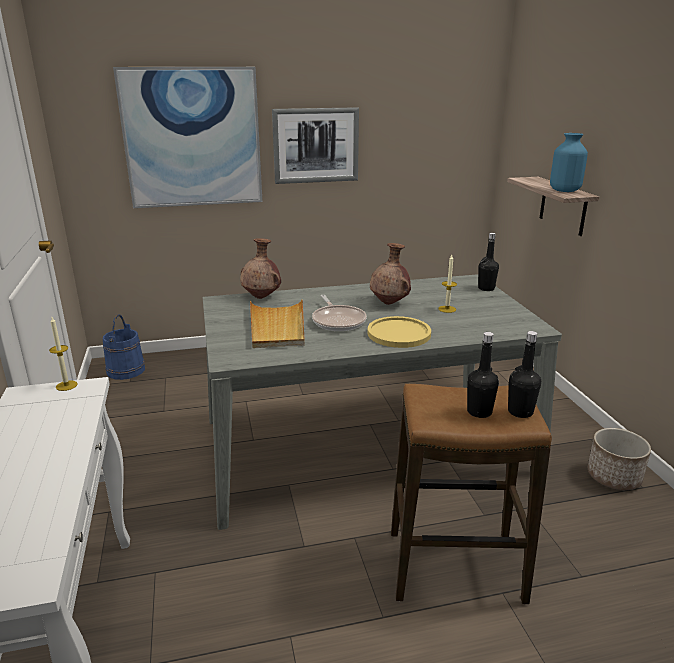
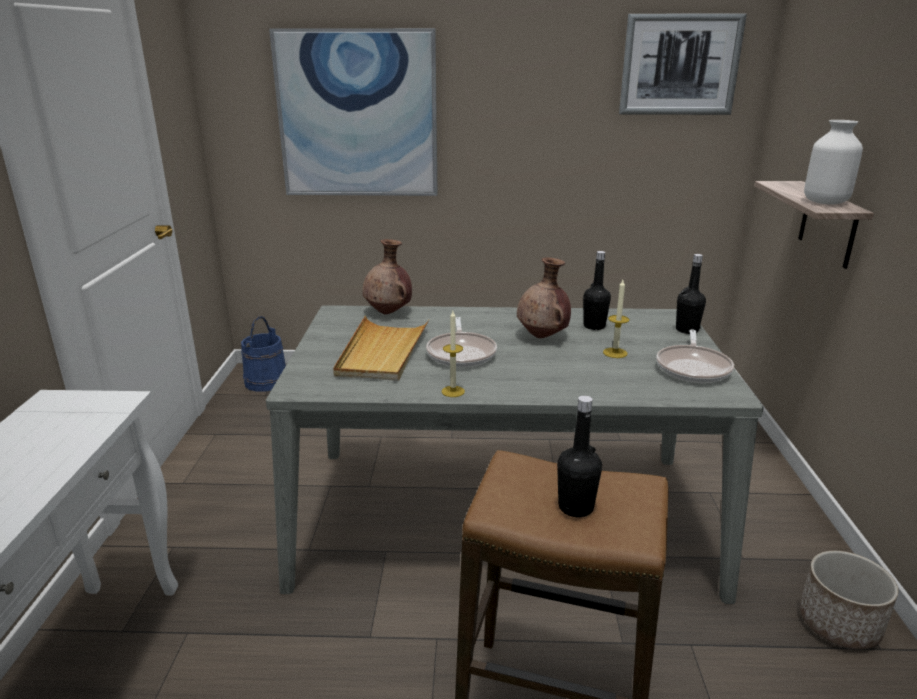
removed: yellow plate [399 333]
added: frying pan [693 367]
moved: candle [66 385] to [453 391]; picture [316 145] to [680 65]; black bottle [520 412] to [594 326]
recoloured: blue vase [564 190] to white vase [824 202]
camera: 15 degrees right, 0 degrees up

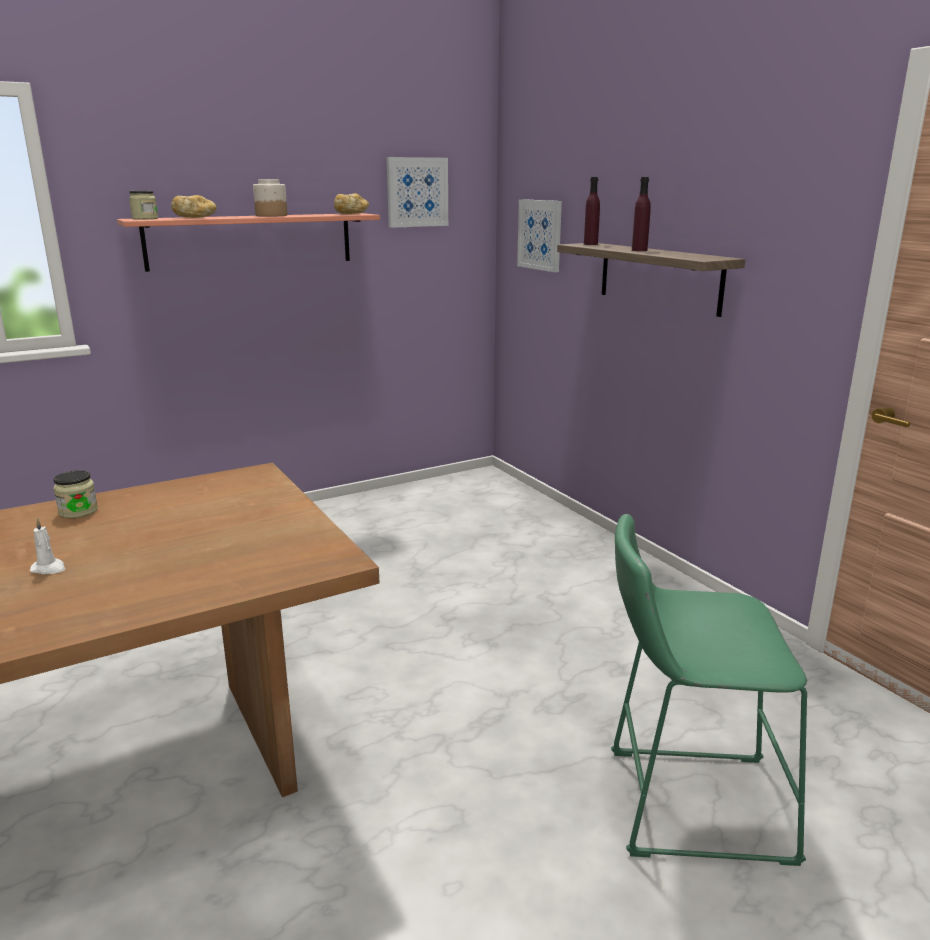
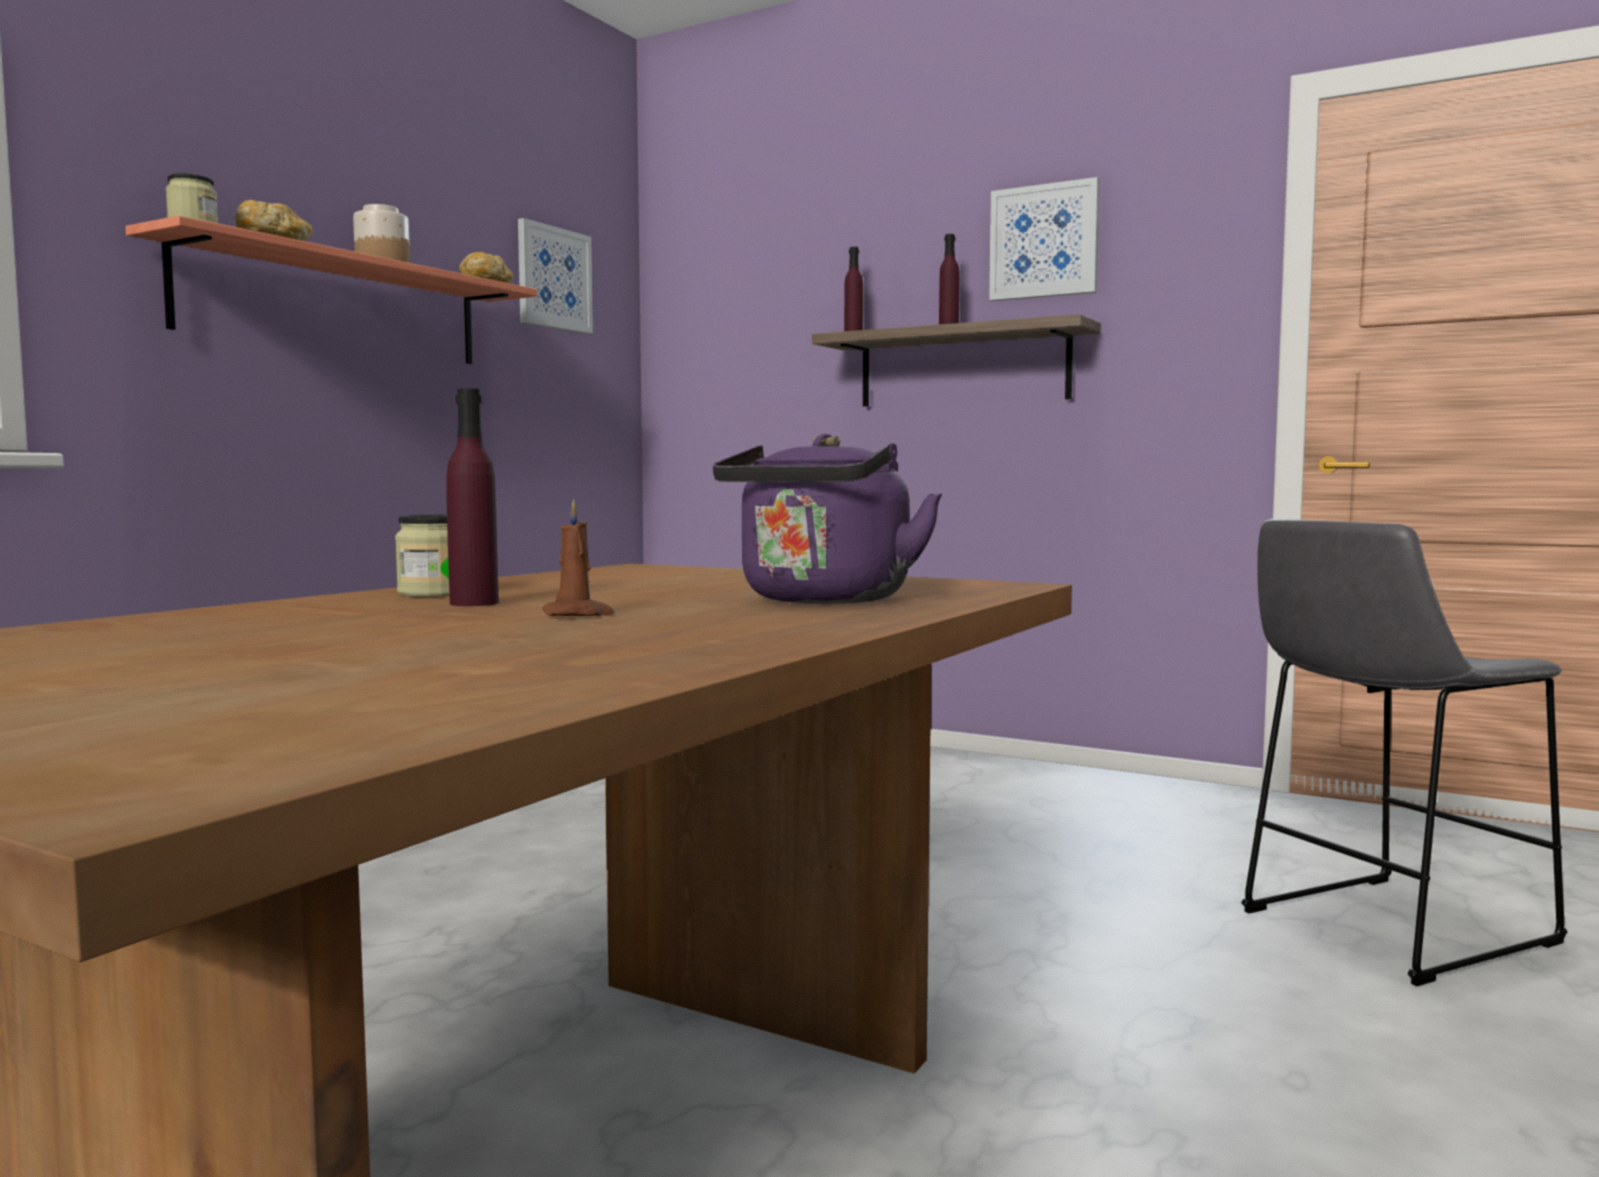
added: purple bottle [474 603]; purple kettle [822 600]
moved: picture [540 235] to [1044 241]
recoloured: white candle [49 569] to brown candle [579 615]; green stool [686 802] to grey stool [1384 929]
camera: 30 degrees left, 15 degrees down

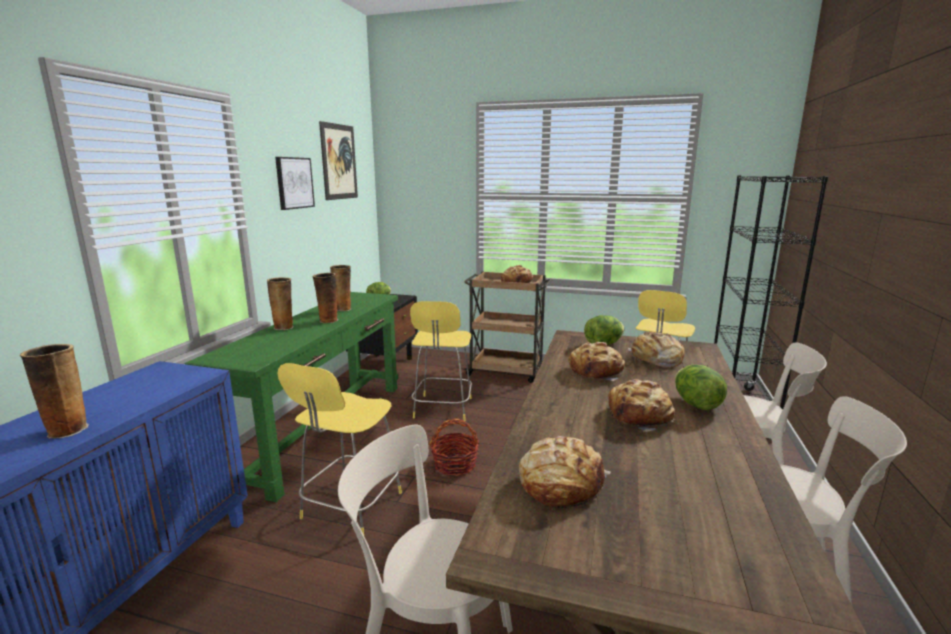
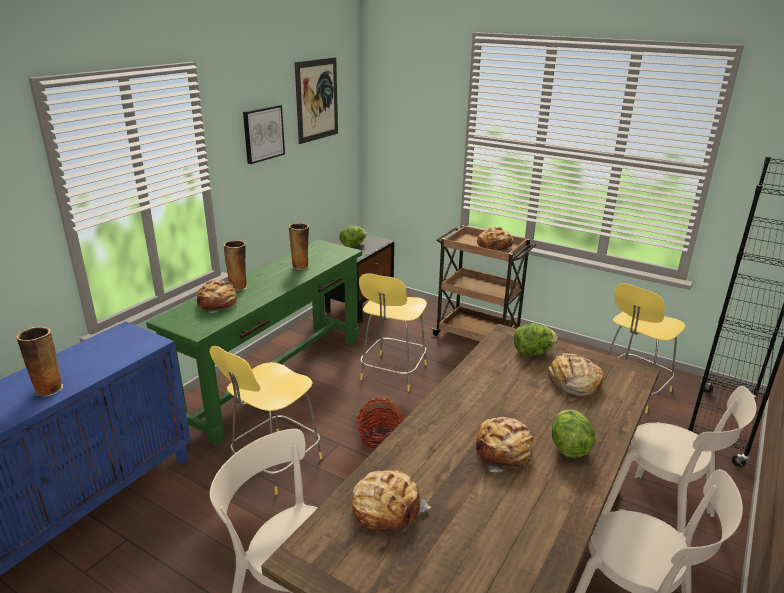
removed: vase [328 321]
moved: bread [596 371] to [218 303]
camera: 15 degrees right, 10 degrees up

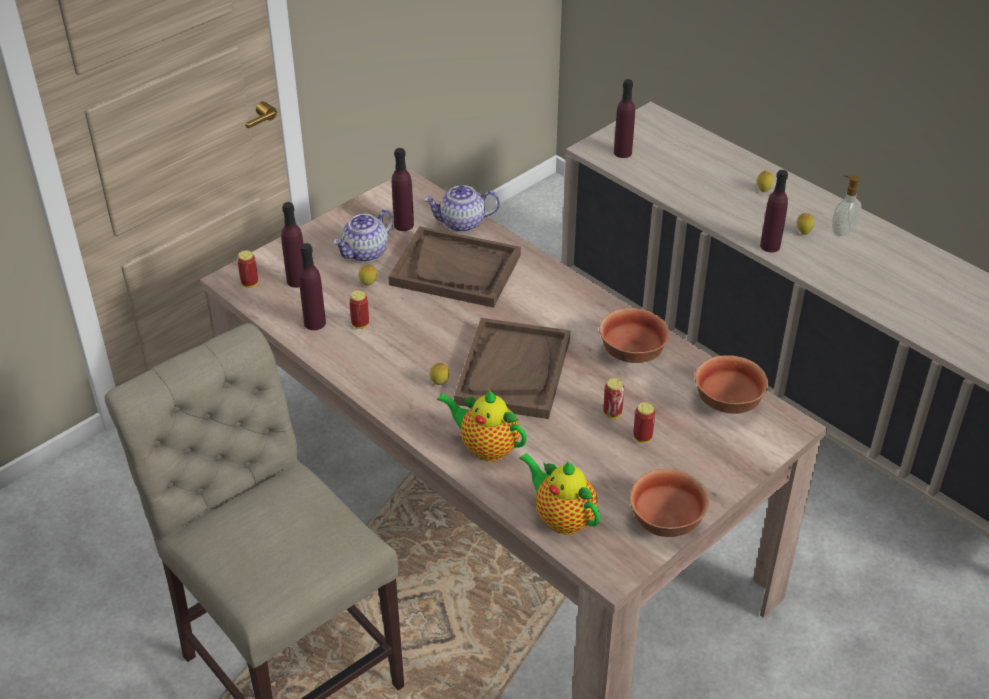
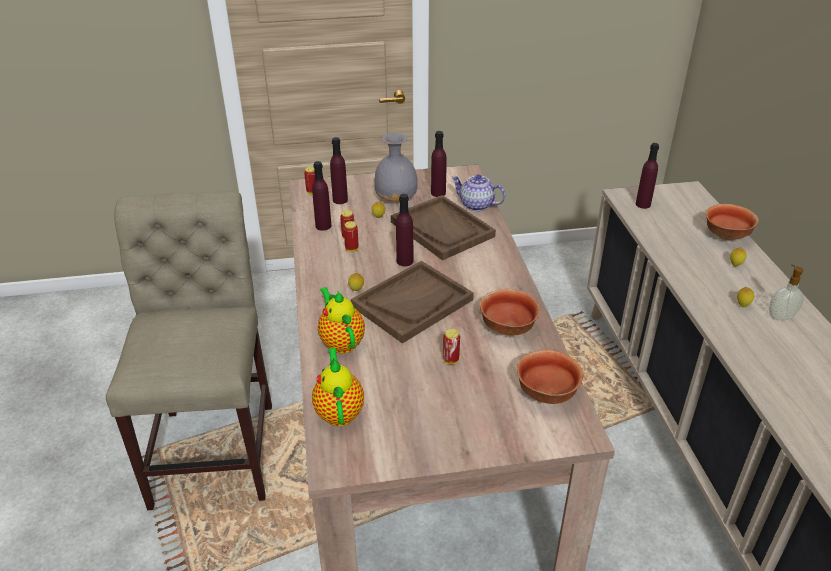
moved: bowl [667 523] to [726 236]; can [642 437] to [351 249]; purple bottle [770 246] to [405 261]
replaced: teapot [365 253] to grey vase [397 200]
camera: 35 degrees right, 5 degrees down

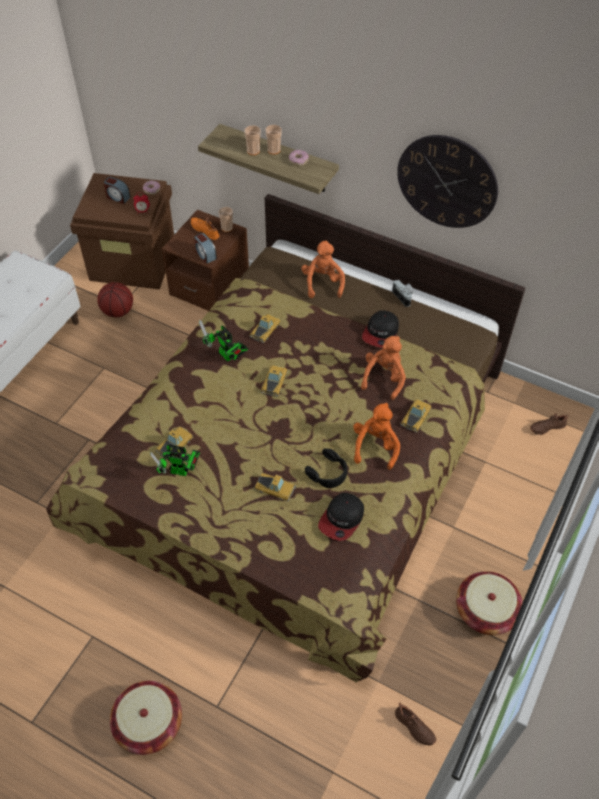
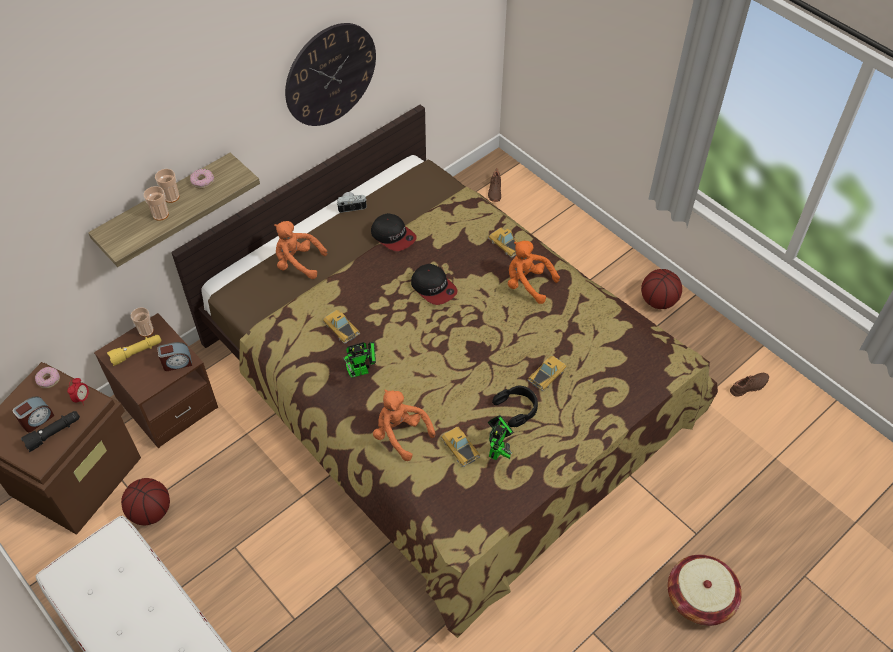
removed: toy car [274 382]
added: black flashlight [54 433]
moved: black headphones [328 472] to [517 408]; cap [342 519] to [434 288]; orange plush toy [384 378] to [400 434]
replaced: orange shoe [205 230] to yellow flashlight [137 352]; basket [485 611] to basketball [658 301]
camera: 70 degrees left, 0 degrees up

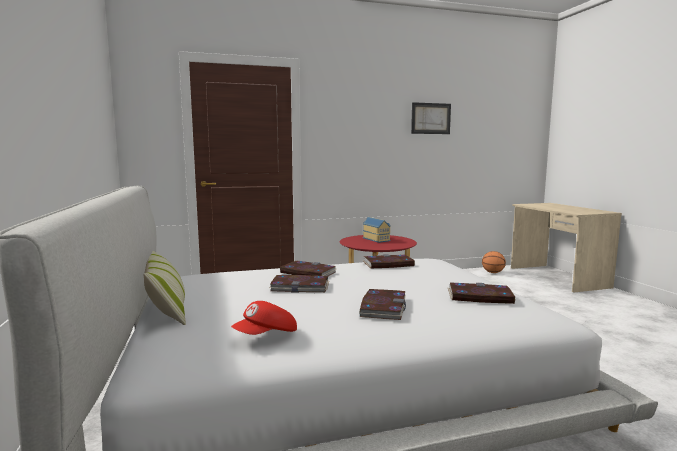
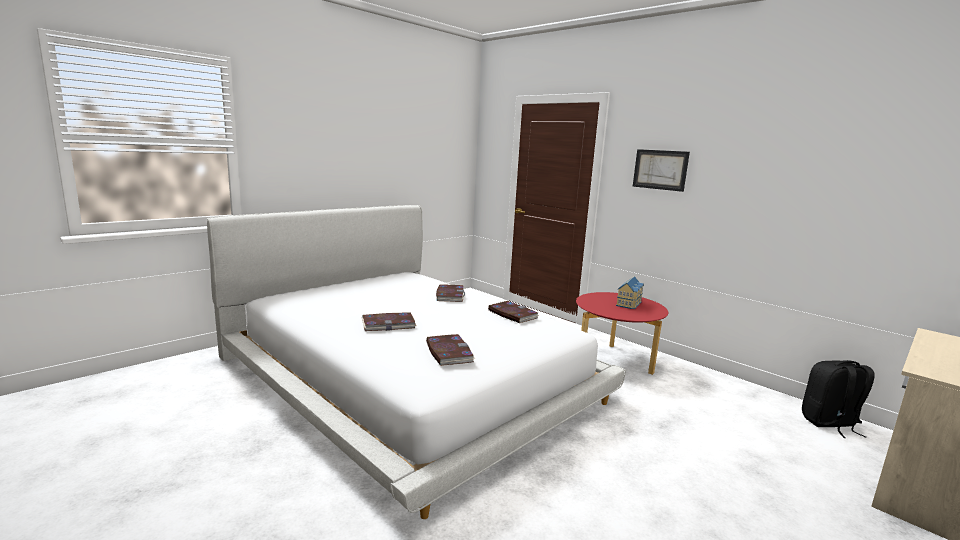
removed: pillow [166 306]; red cap [266 336]; book [300 286]
moved: picture [430 118] to [660 169]
replaced: basketball [493 273] to black backpack [830 424]
camera: 60 degrees right, 5 degrees up

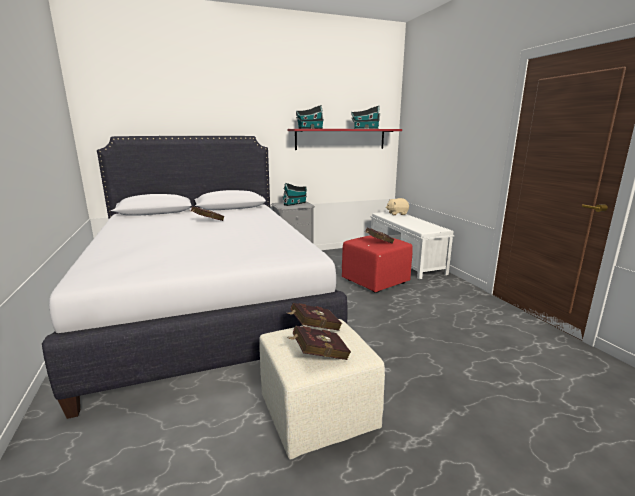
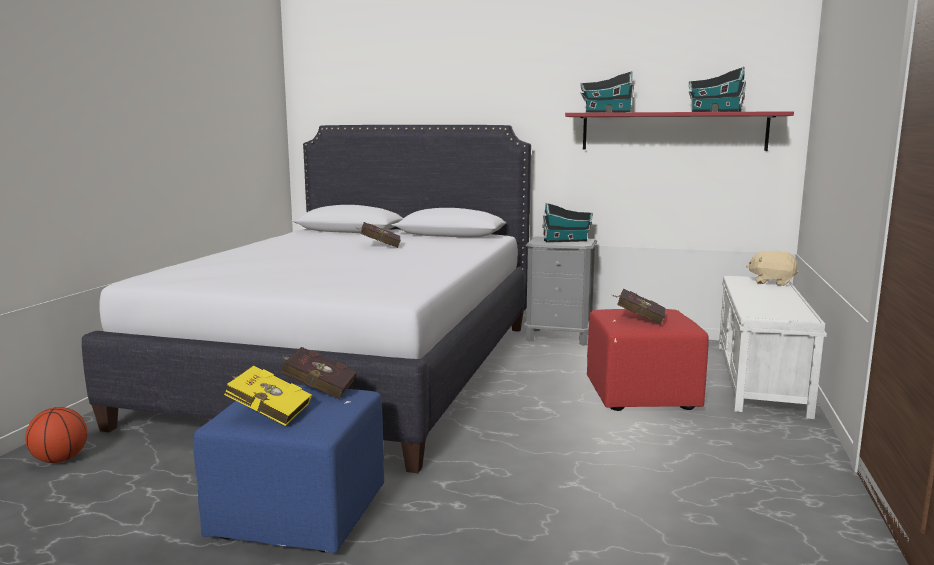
added: basketball [60 460]
recoloured: beige ottoman [319 413] to blue ottoman [301 515]; red book [318 355] to yellow book [267 413]
camera: 35 degrees right, 5 degrees down

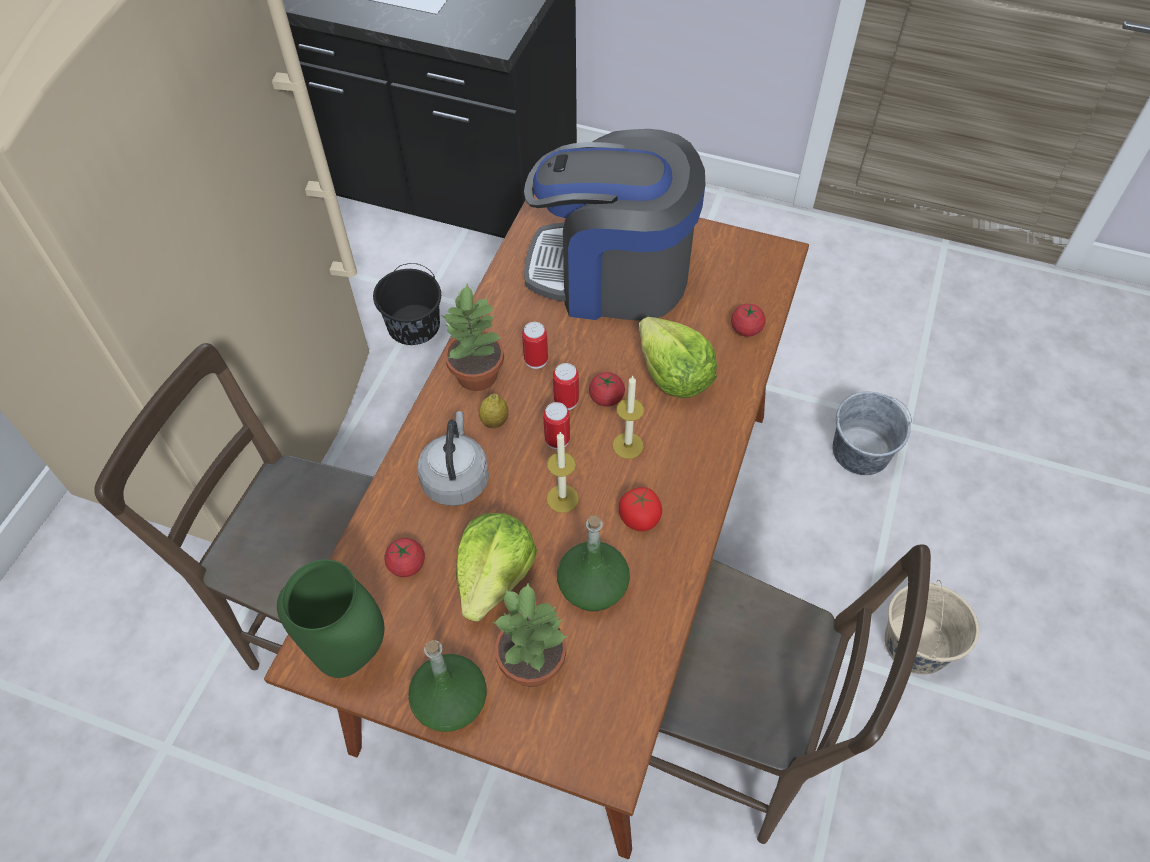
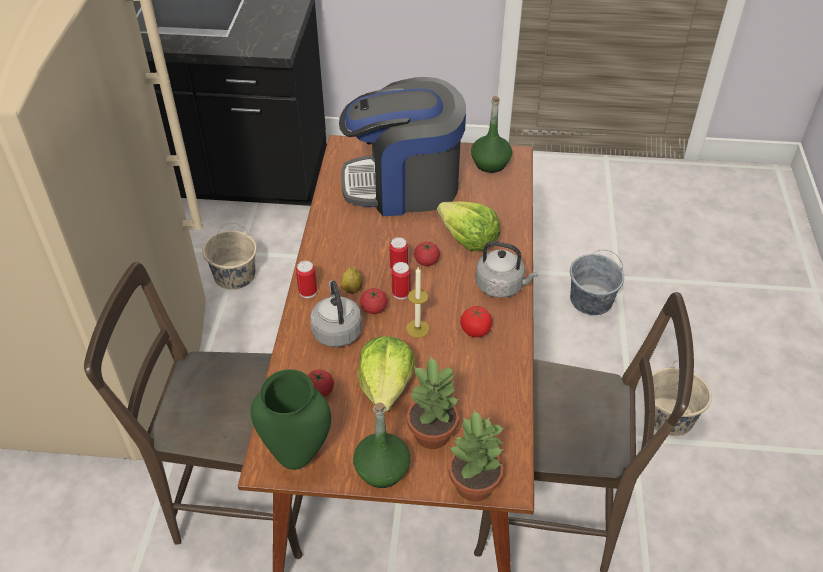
removed: candle [628 445]
added: grey kettle [502 286]
moved: potted plant [476 376] to [474 486]; can [536 359] to [308 291]; green bottle [593 586] to [490 163]; tomato [746 329] to [374 308]
recoloured: black bucket [413 326] to beige bucket [234 275]
camera: 15 degrees left, 10 degrees down

